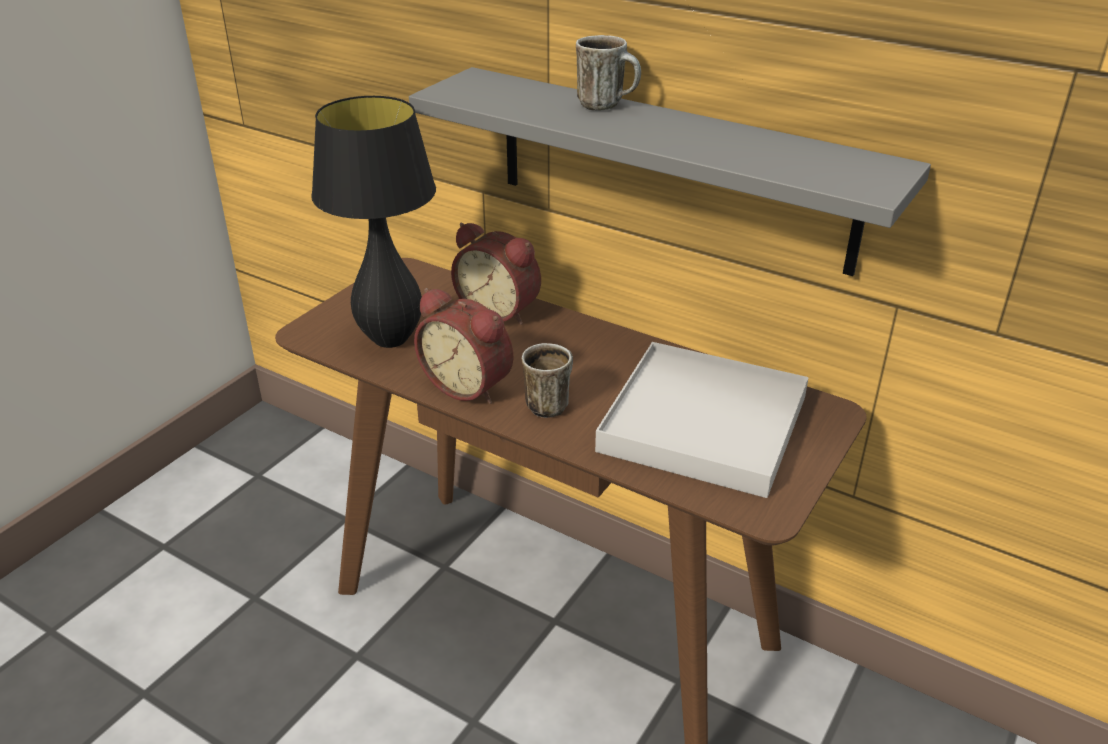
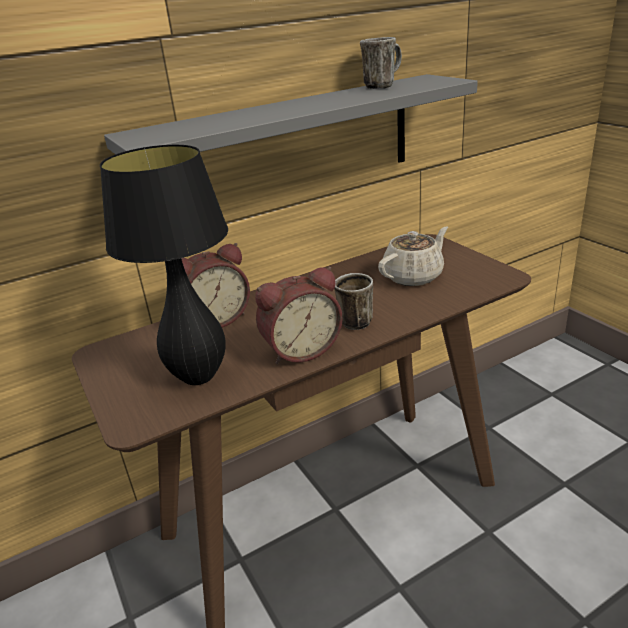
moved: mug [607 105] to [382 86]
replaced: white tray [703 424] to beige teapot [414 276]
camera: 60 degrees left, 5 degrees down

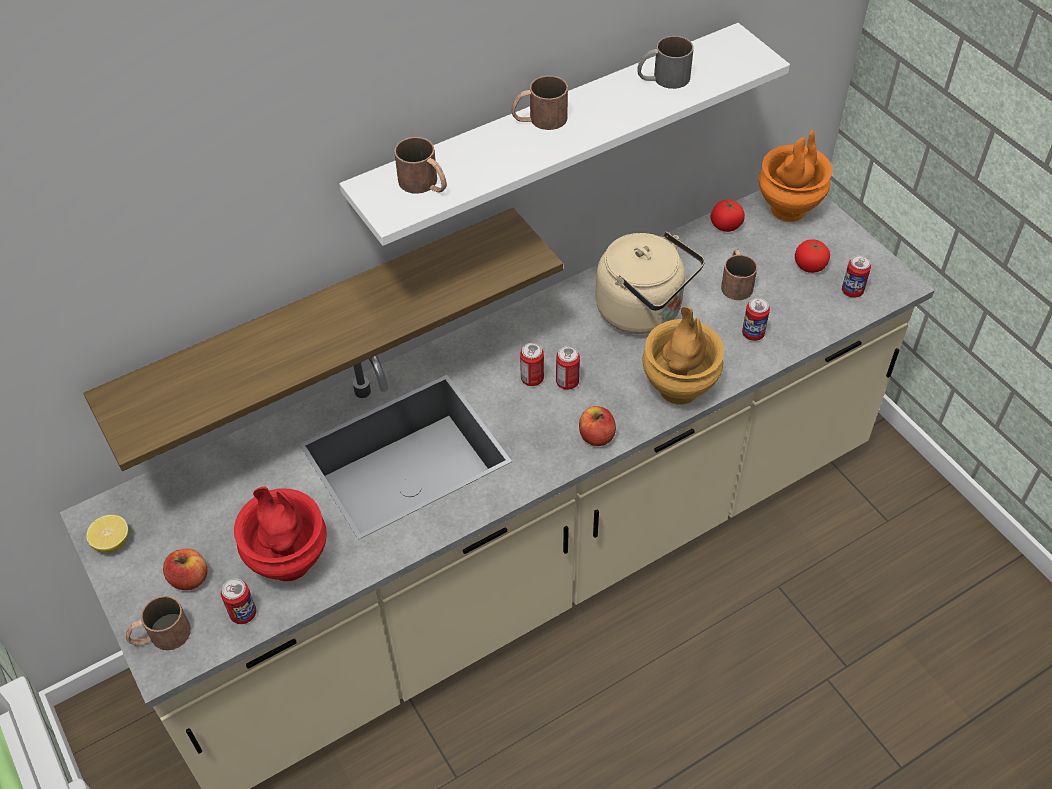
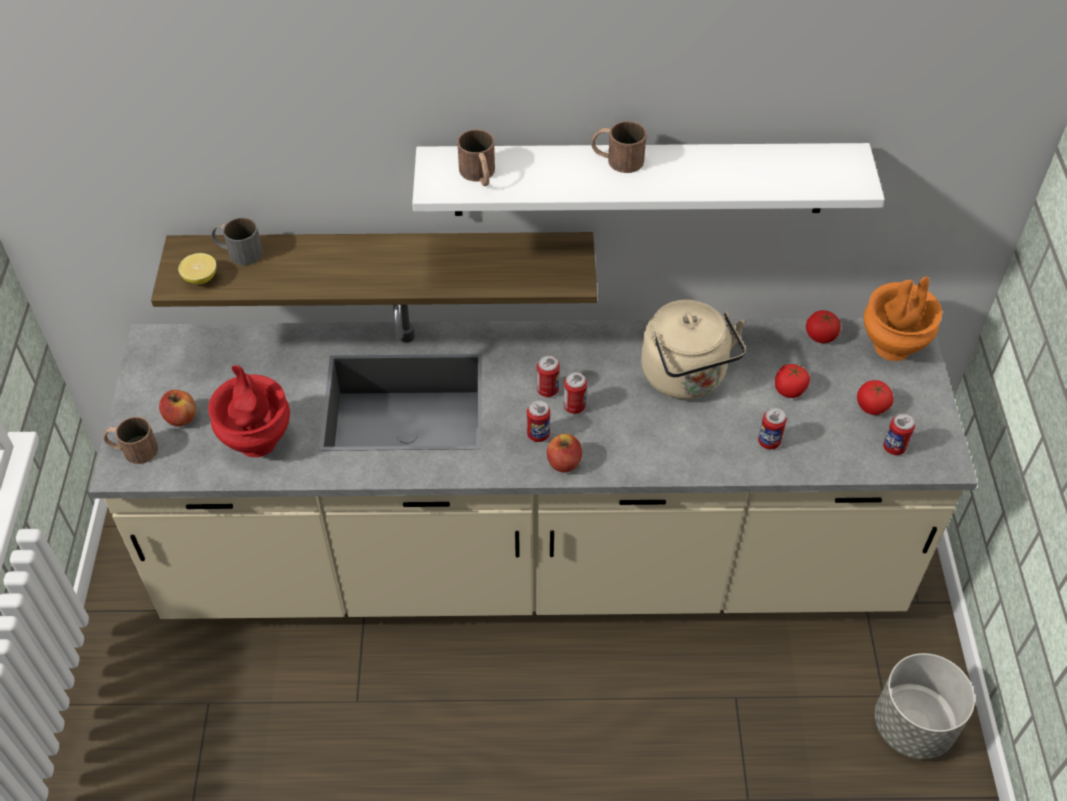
removed: brown vase [679 389]
added: grey planter [913 726]
moved: lemon [112 542] to [201 278]; can [243 613] to [538 434]; grey mug [662 78] to [237 251]
replaced: brown mug [736 282] to tomato [789 390]
camera: 30 degrees right, 0 degrees up

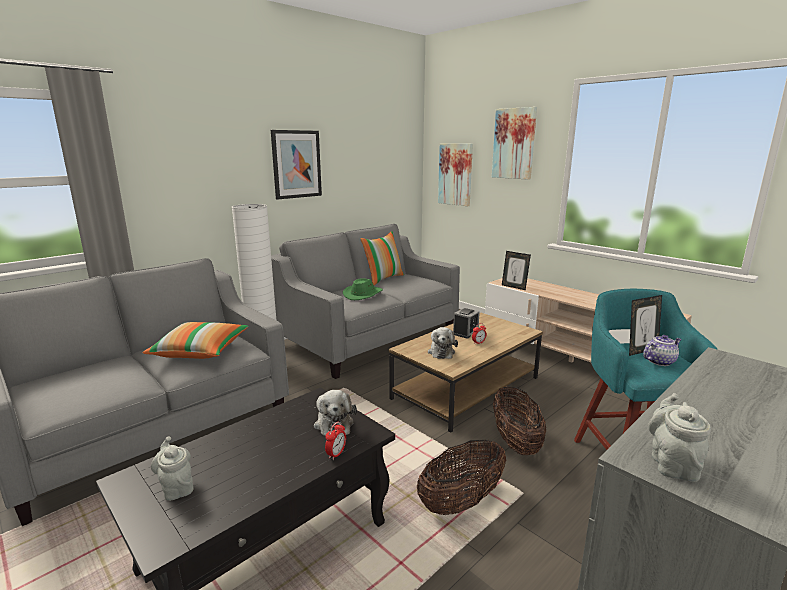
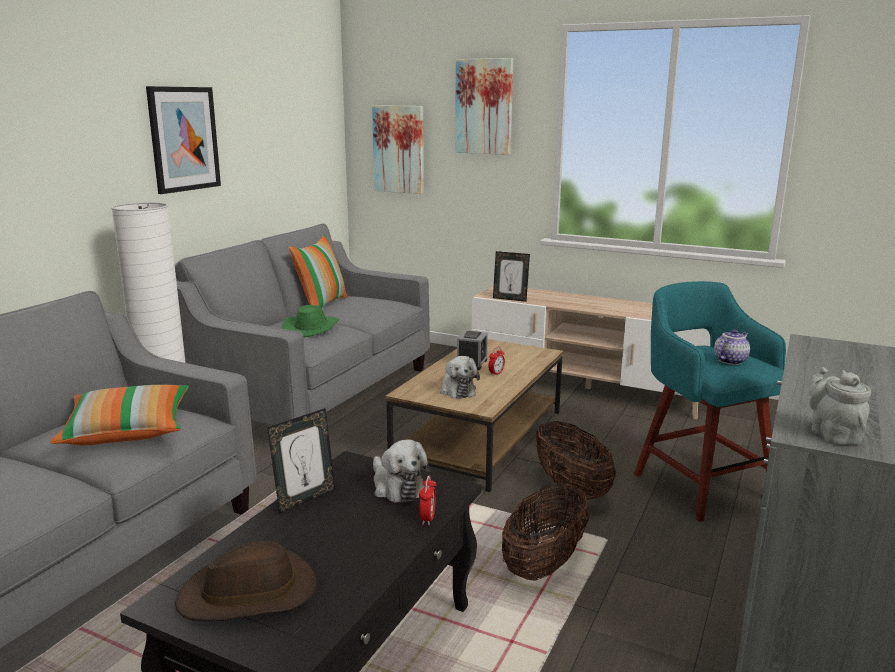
moved: picture frame [641 351] to [305 499]
replaced: grey teapot [176 487] to brown hat [249 594]
camera: 20 degrees left, 0 degrees up

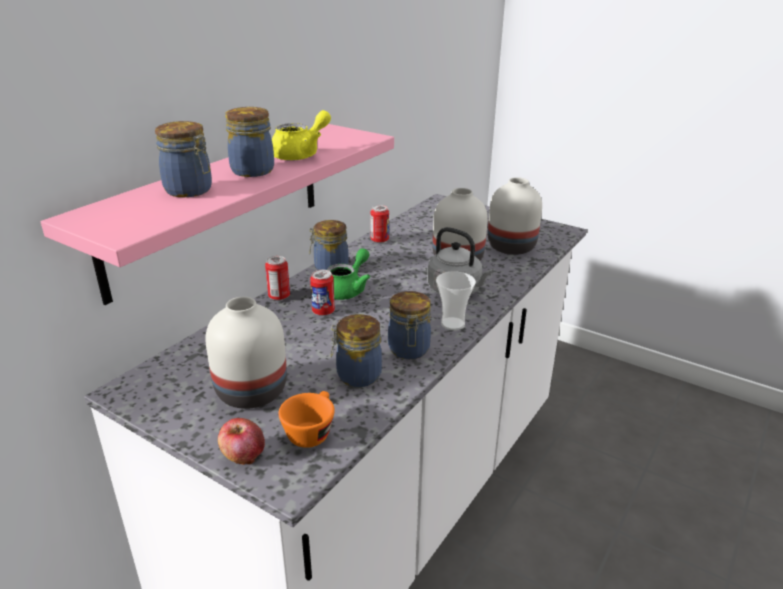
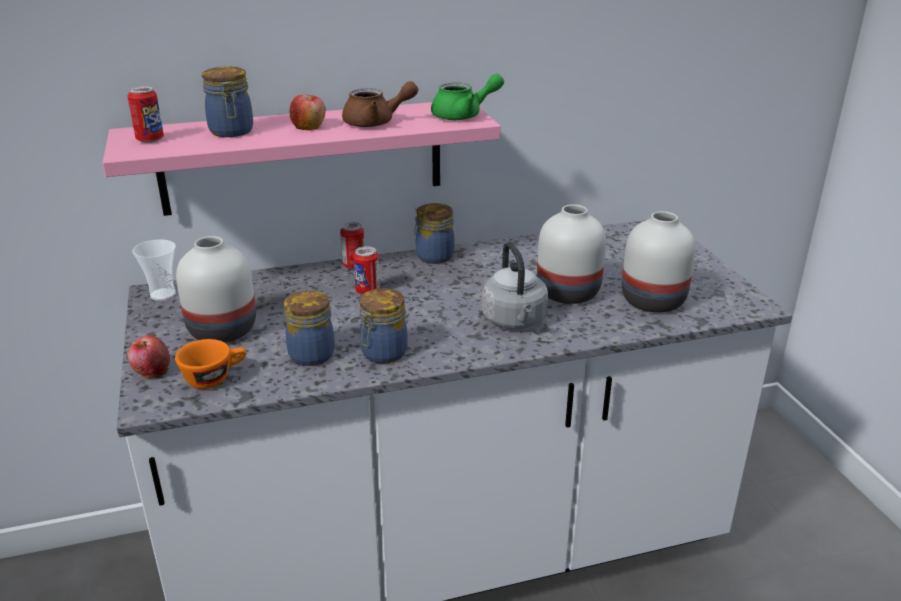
moved: green teapot [347 289] to [464 115]; can [379 240] to [150 139]; cup [452 324] to [163 294]
replaced: jar [252 170] to apple [309 127]
recoloured: yellow teapot [301 154] to brown teapot [376 123]
camera: 40 degrees right, 0 degrees up

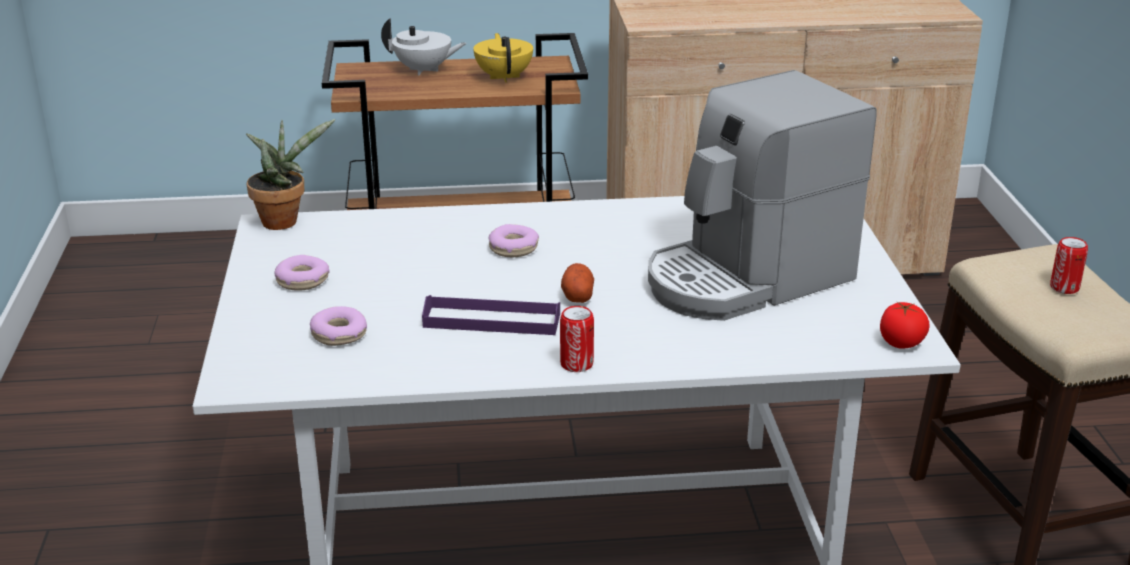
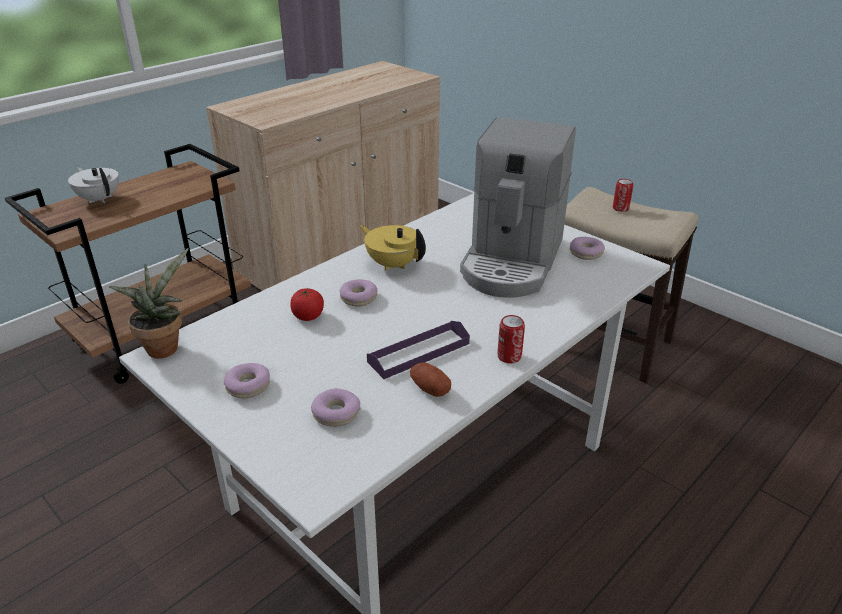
added: donut [586 253]
moved: yellow teapot [504 77] to [393 264]; potato [577 295] to [430 388]; tomato [901 343] to [308 316]
turned: white teapot [424 70] = [99 199] 105 degrees counterclockwise
camera: 40 degrees left, 5 degrees up

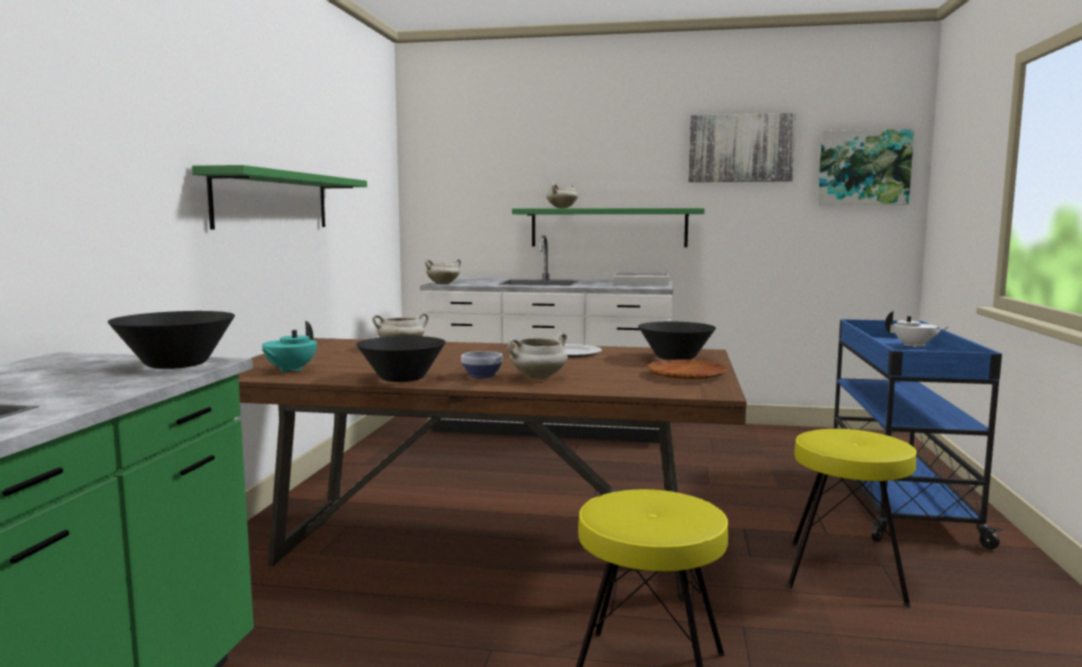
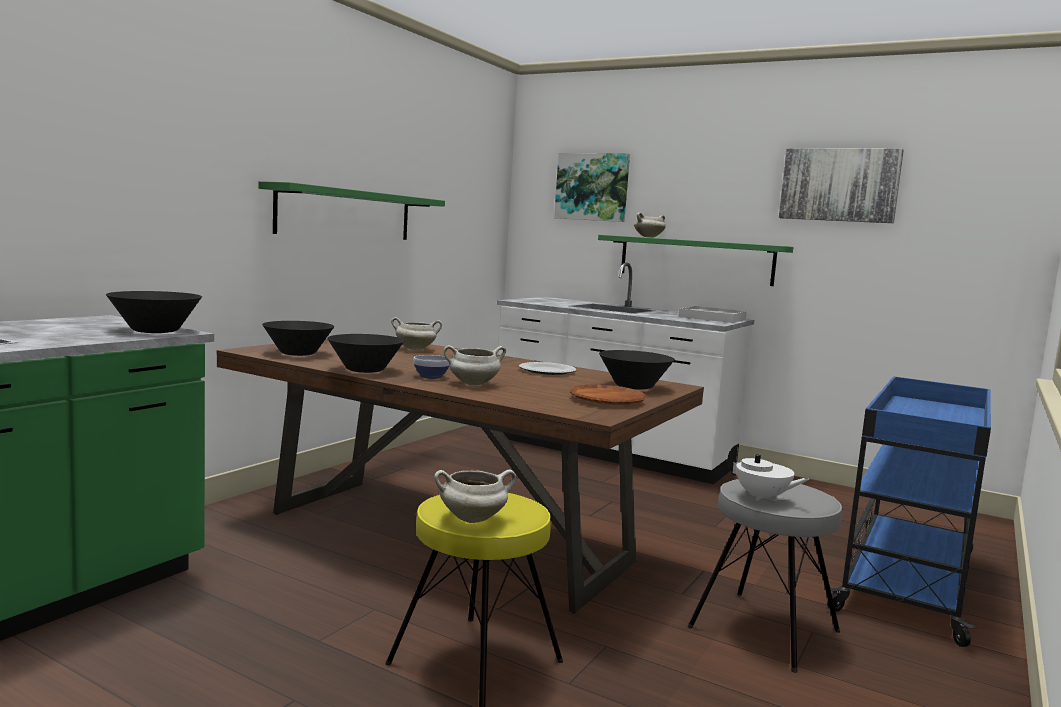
moved: white cooking pot [443 284] to [473 519]; picture [864 168] to [592 187]; white teapot [914 346] to [762 497]
replaced: turquoise teapot [290 370] to black bowl [297 353]
recoloured: yellow stool [847 573] to grey stool [764 629]
camera: 20 degrees right, 0 degrees up

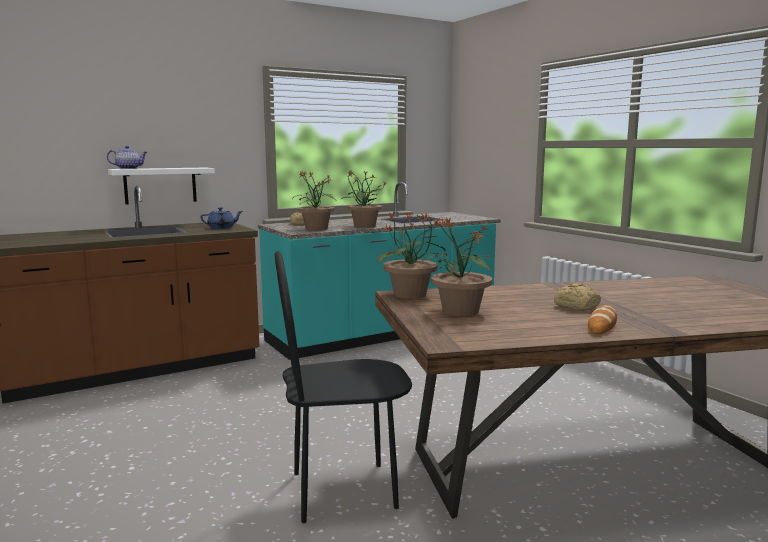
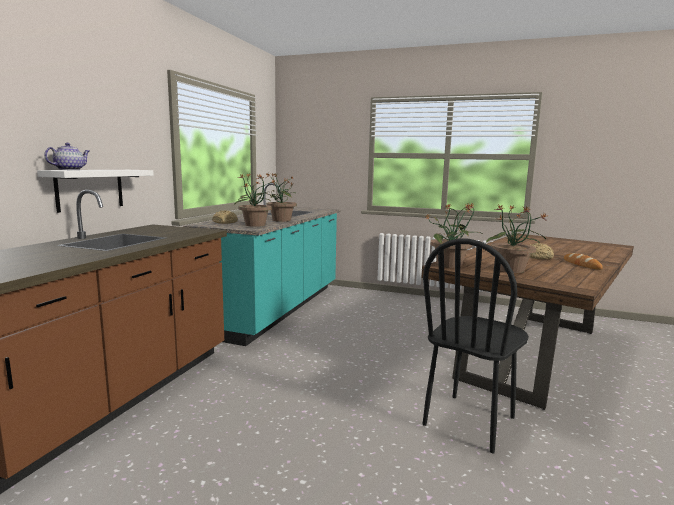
removed: blue teapot [222 227]
camera: 40 degrees left, 0 degrees up

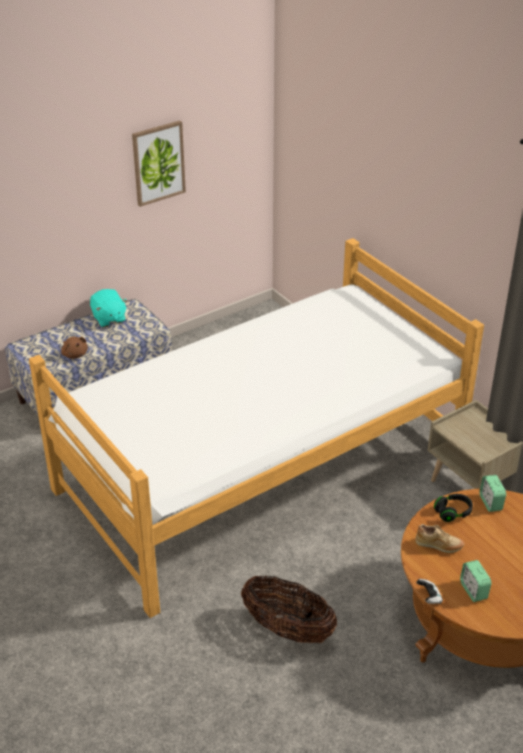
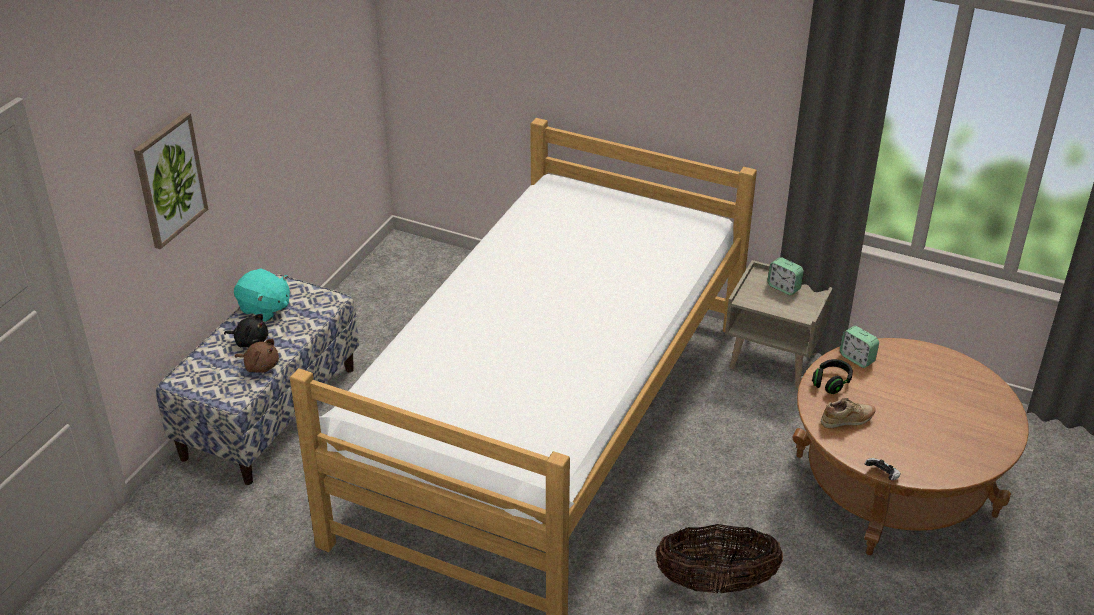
added: black plush toy [250 341]
moved: picture [158 163] to [169 180]; alarm clock [473 590] to [784 287]
camera: 30 degrees left, 0 degrees up

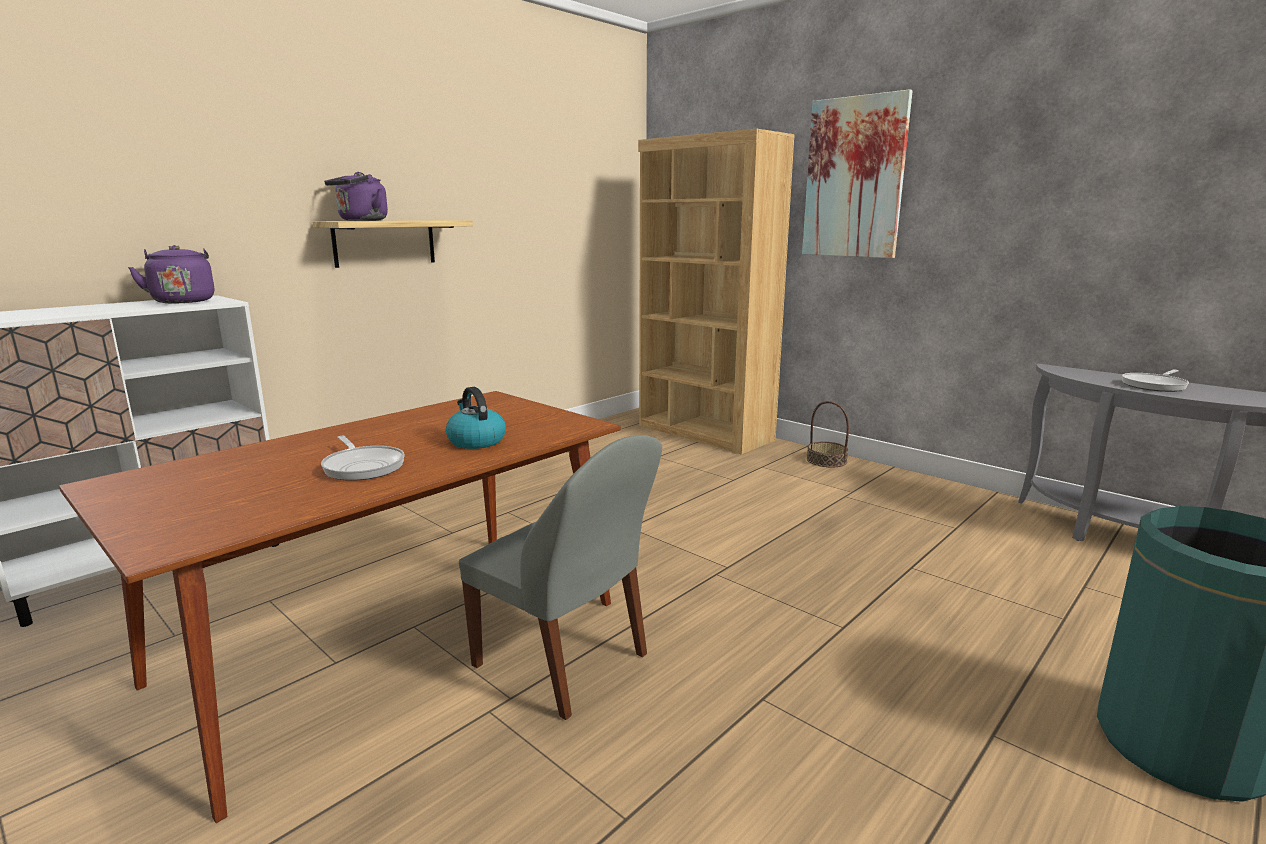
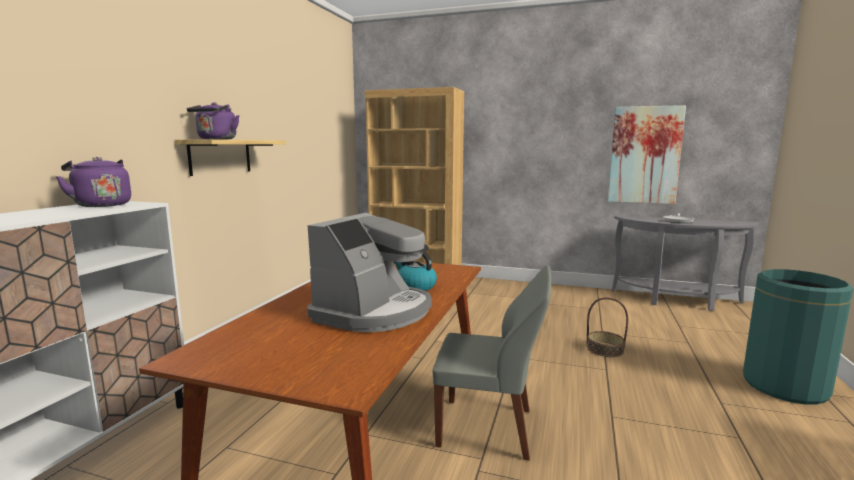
moved: picture [854 178] to [645 155]; basket [826 460] to [604 349]
replaced: frying pan [363 466] to coffee machine [374 312]
camera: 25 degrees left, 5 degrees down

